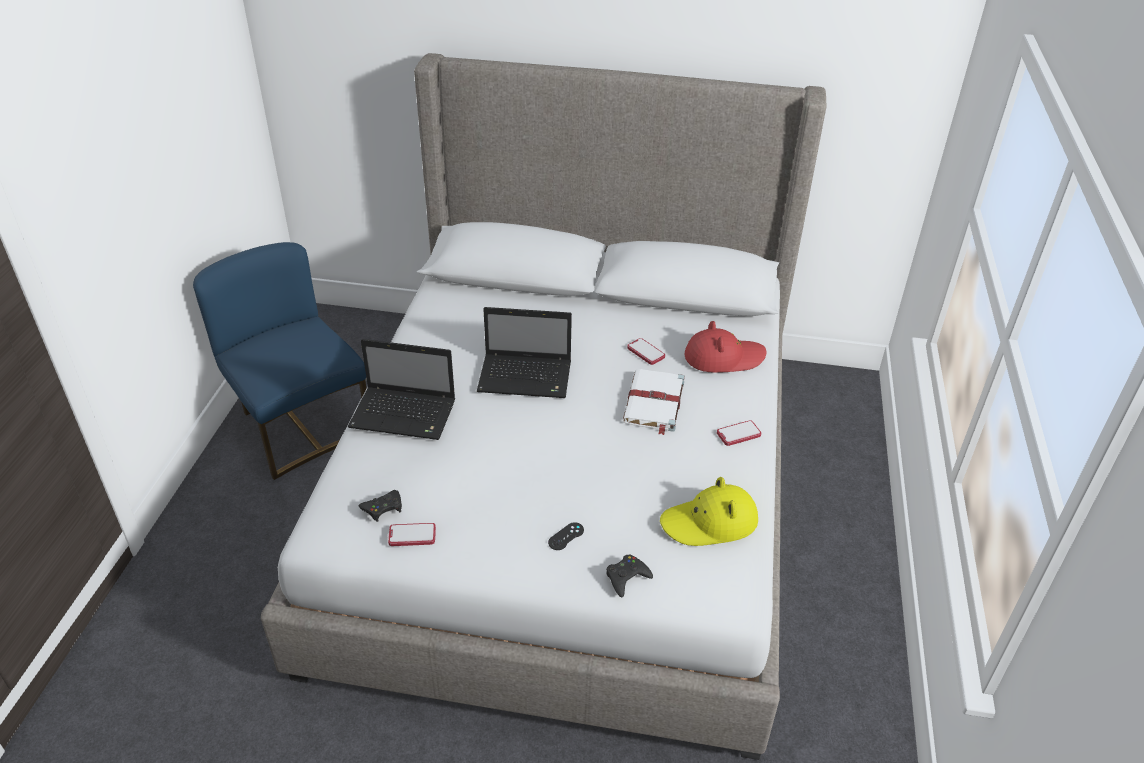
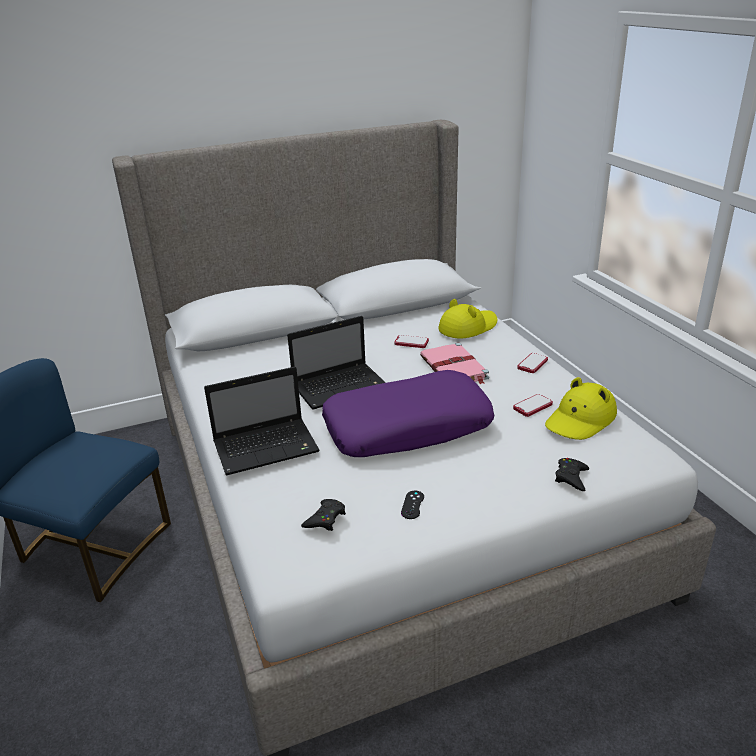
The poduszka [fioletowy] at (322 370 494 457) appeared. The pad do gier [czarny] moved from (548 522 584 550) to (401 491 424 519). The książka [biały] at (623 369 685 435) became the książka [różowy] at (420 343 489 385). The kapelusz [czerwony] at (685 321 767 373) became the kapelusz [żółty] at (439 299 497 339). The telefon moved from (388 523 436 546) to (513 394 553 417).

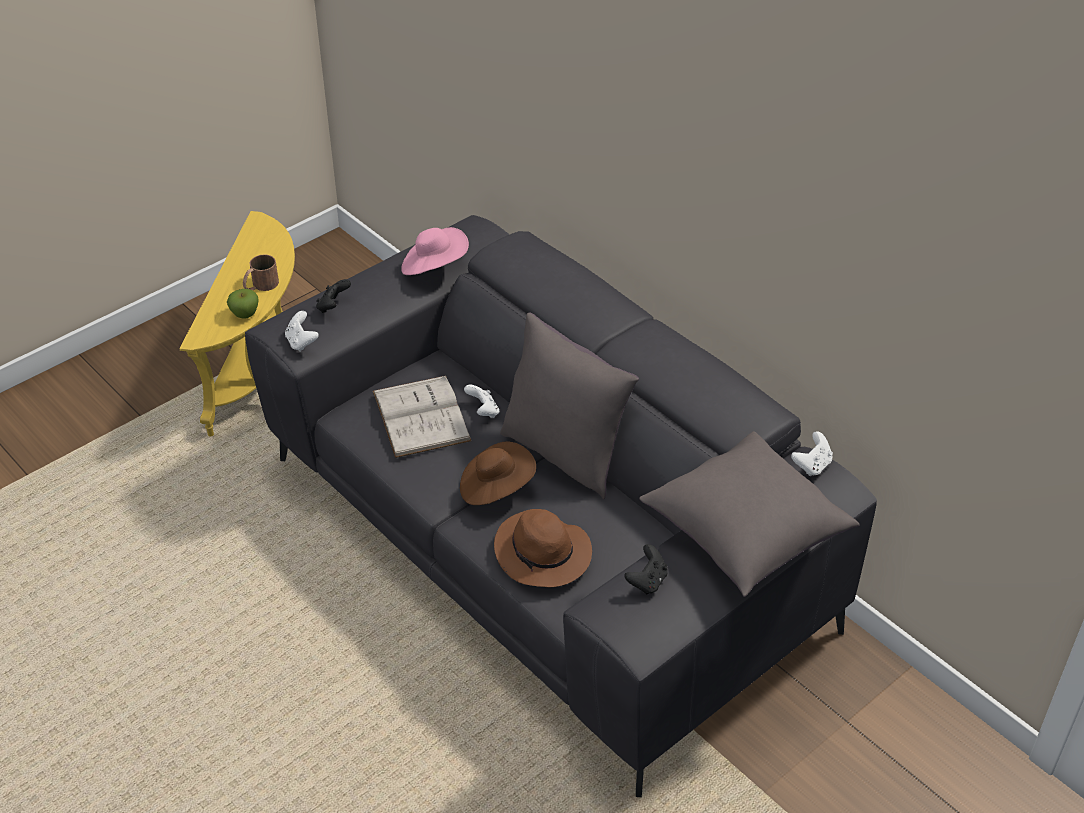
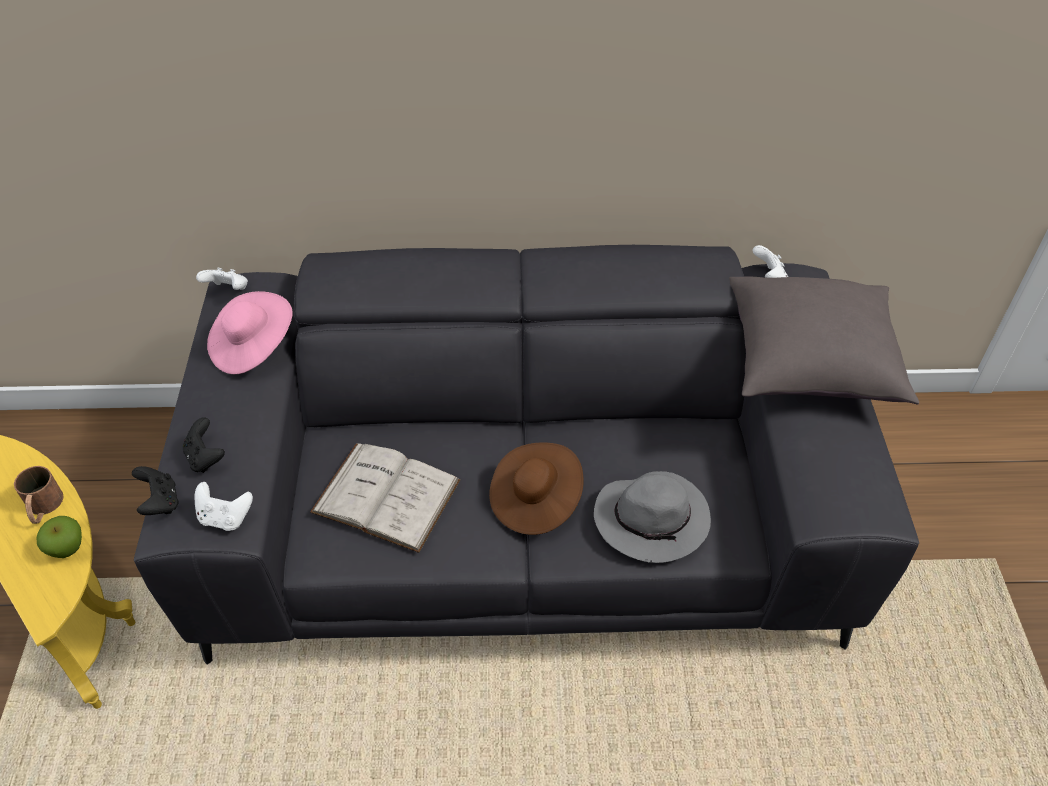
The pad do gier [czarny] moved from (624 544 667 595) to (132 466 179 515). The pad do gier [biały] moved from (464 385 499 418) to (196 267 248 290). The kapelusz [brązowy] at (494 509 592 587) became the kapelusz [szary] at (594 471 711 563). The poduszka [szary] at (500 312 639 499) disappeared.

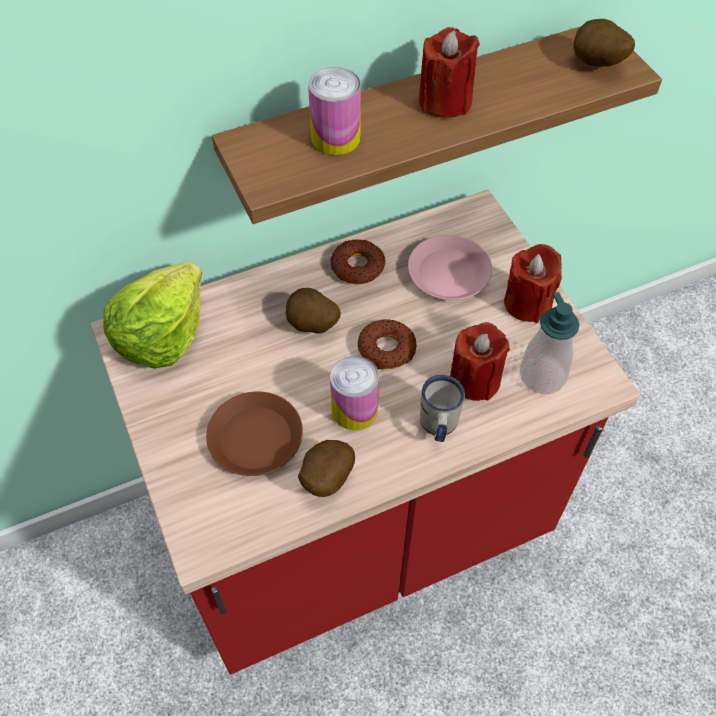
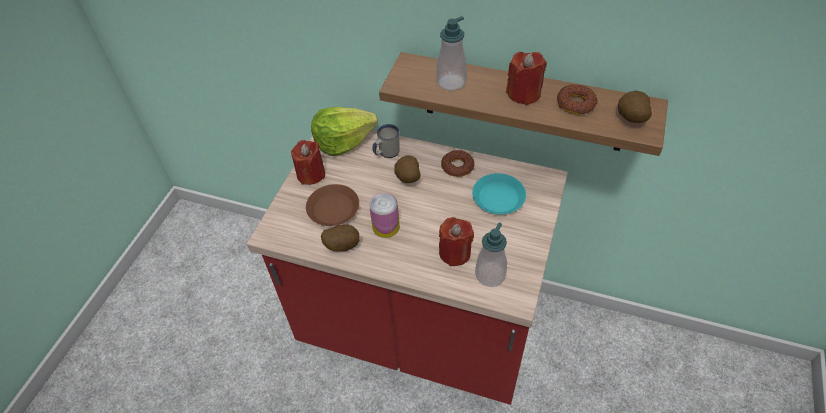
The świeca [czerwony] moved from (504 244 562 323) to (291 140 325 185). The kubek [biały] moved from (420 375 465 442) to (372 124 400 158). The puszka at (308 67 361 155) was replaced by the dozownik mydła at (436 16 467 91). The talerz [różowy] at (408 235 492 300) became the talerz [turkusowy] at (472 173 526 214). The donut moved from (358 319 417 369) to (557 84 598 115).

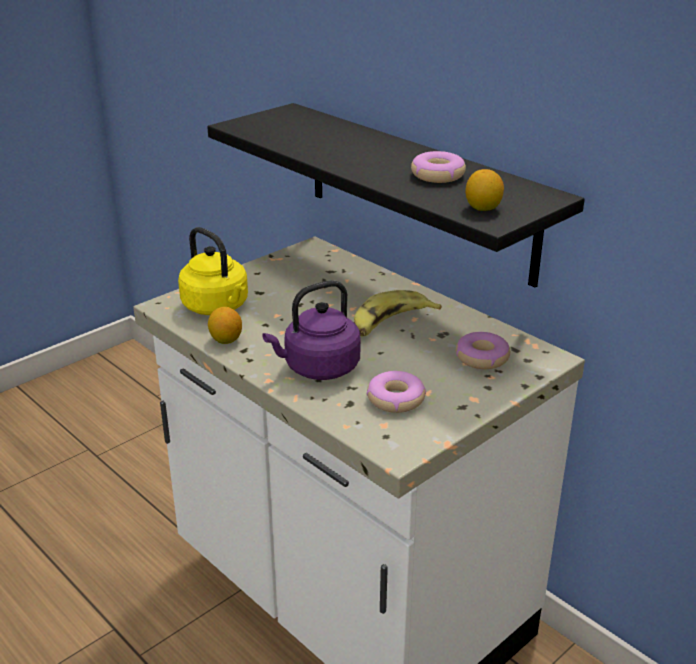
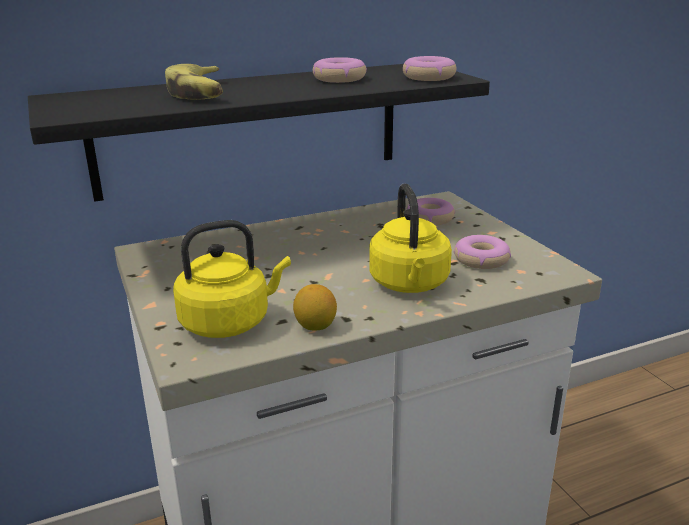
The banan moved from (354 290 442 336) to (165 64 223 100). The czajnik [fioletowy] at (262 280 360 380) became the czajnik [żółty] at (369 184 452 293). The cytryna at (466 169 504 211) was replaced by the donut at (403 56 457 81).

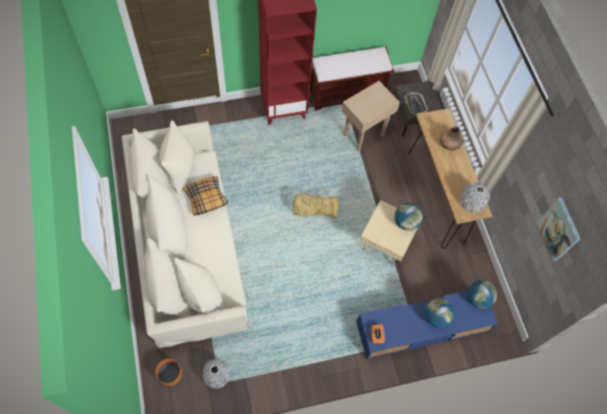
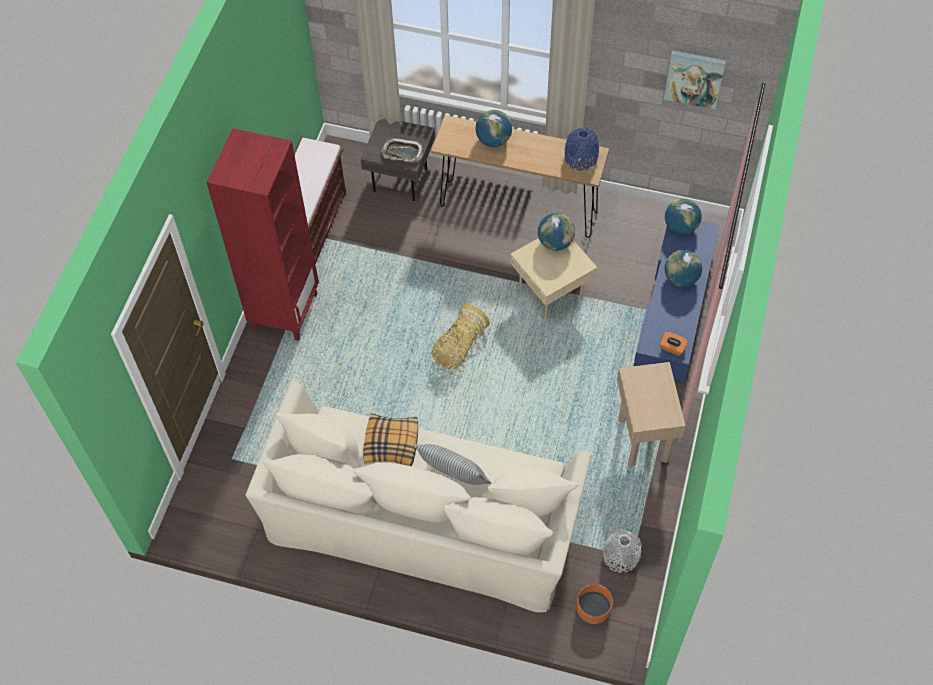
The poduszka at (413 444 491 485) appeared. The wazon [brązowy] at (440 126 464 150) was replaced by the globus at (475 110 512 147). The wazon [szary] at (460 182 490 213) became the wazon [niebieski] at (565 128 599 170). The stolik [beżowy] moved from (342 81 400 152) to (617 362 685 467).

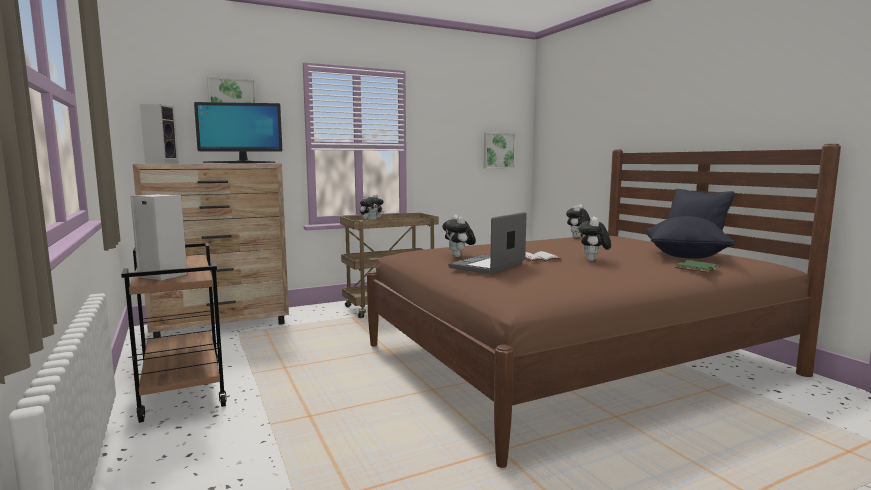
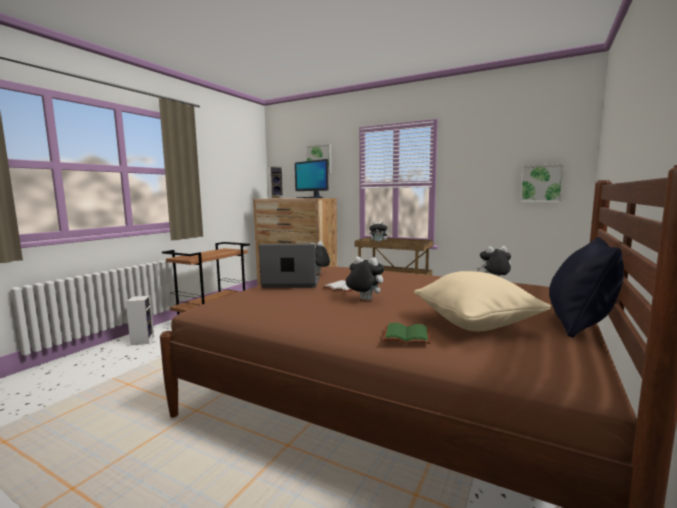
The głośnik moved from (130 194 187 280) to (126 295 154 346). The pluszak at (579 217 611 261) turned 45 degrees clockwise. The poduszka [czarny] at (646 216 735 259) became the poduszka [beżowy] at (414 271 551 331).

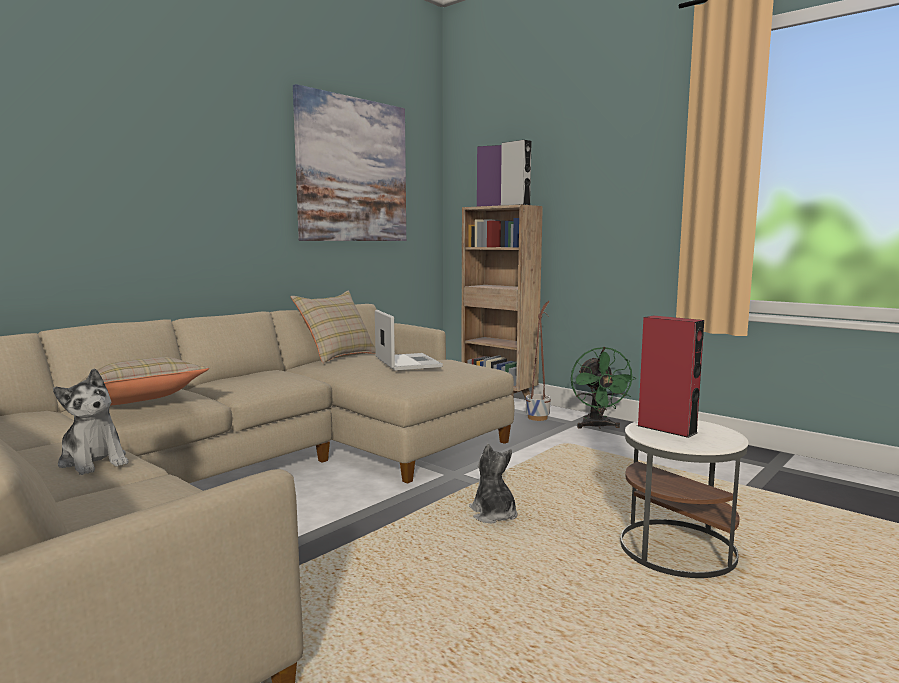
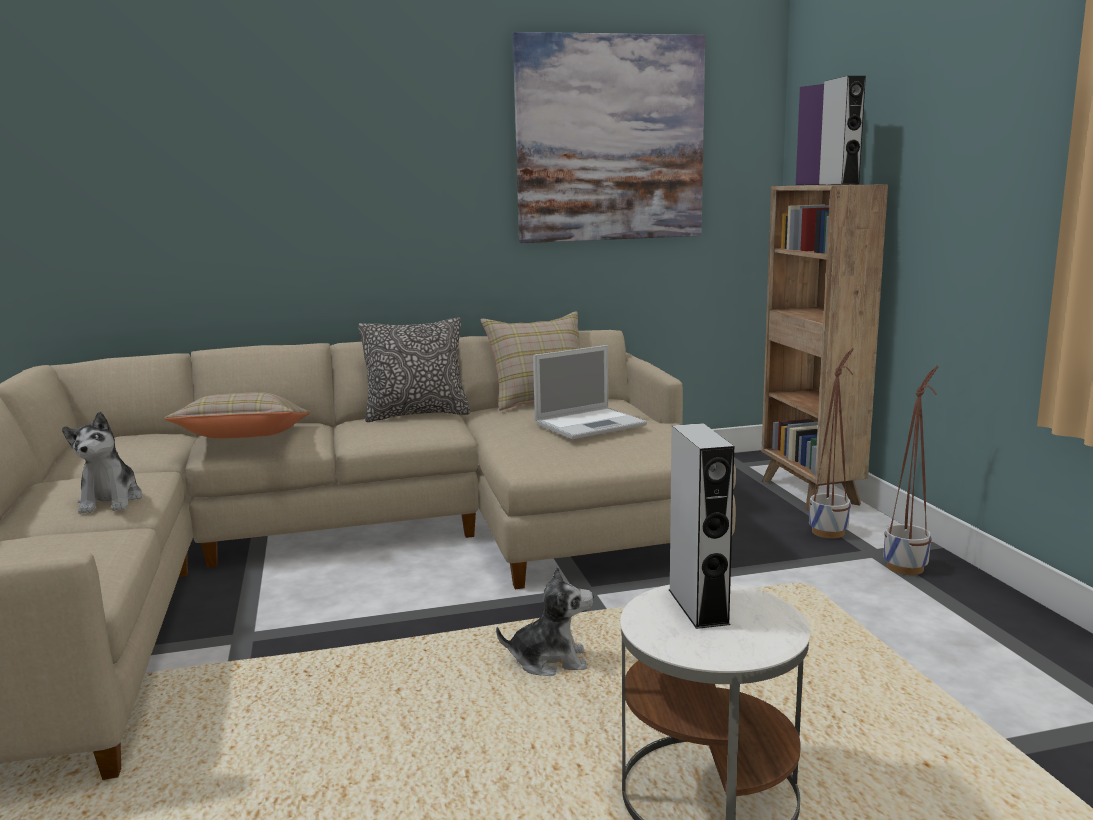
The poduszka at (358 317 470 422) appeared. The pluszak at (469 444 518 523) turned 75 degrees clockwise. The laptop at (375 310 443 371) turned 45 degrees clockwise. The głośnik [czerwony] at (637 315 704 438) became the głośnik [szary] at (669 423 734 629). The wentylator [zielony] at (571 347 636 429) was replaced by the donica at (883 365 938 575).

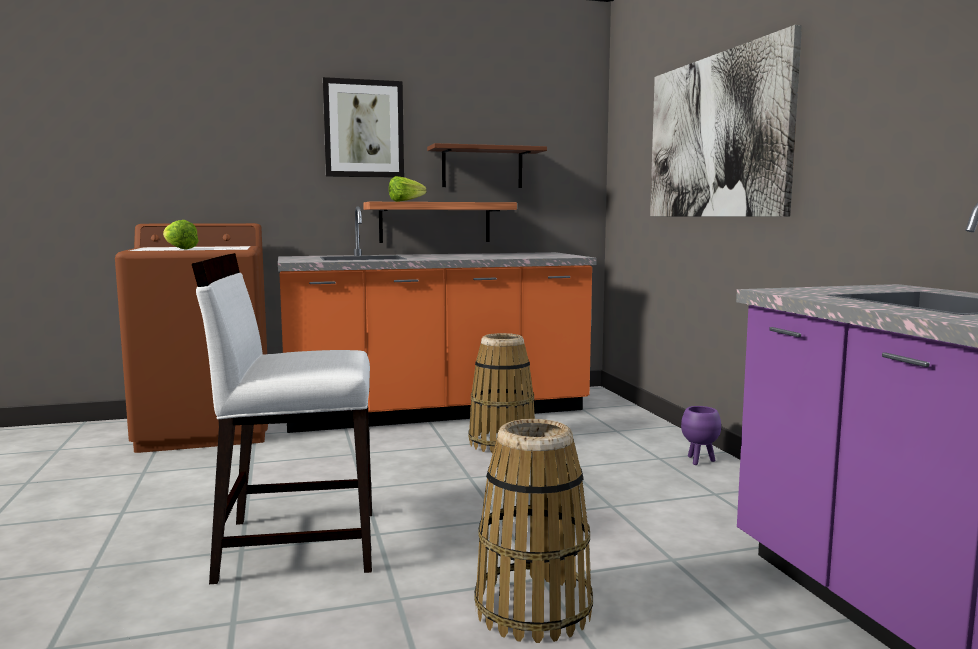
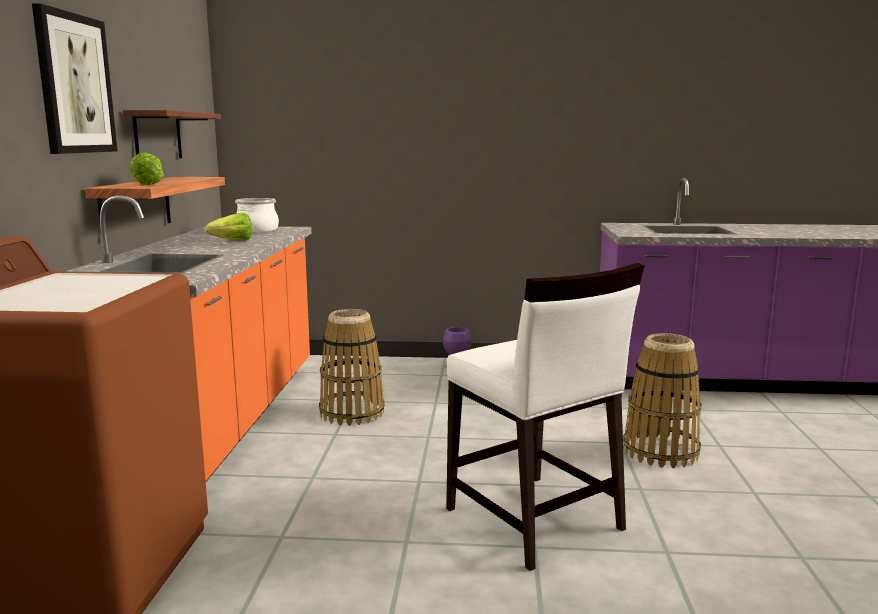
The sałata moved from (163 220 199 249) to (205 213 252 241). The garnek at (235 198 279 232) appeared. The krzesło [biały] at (192 253 372 584) turned 45 degrees counterclockwise. The obraz at (650 25 802 216) disappeared.

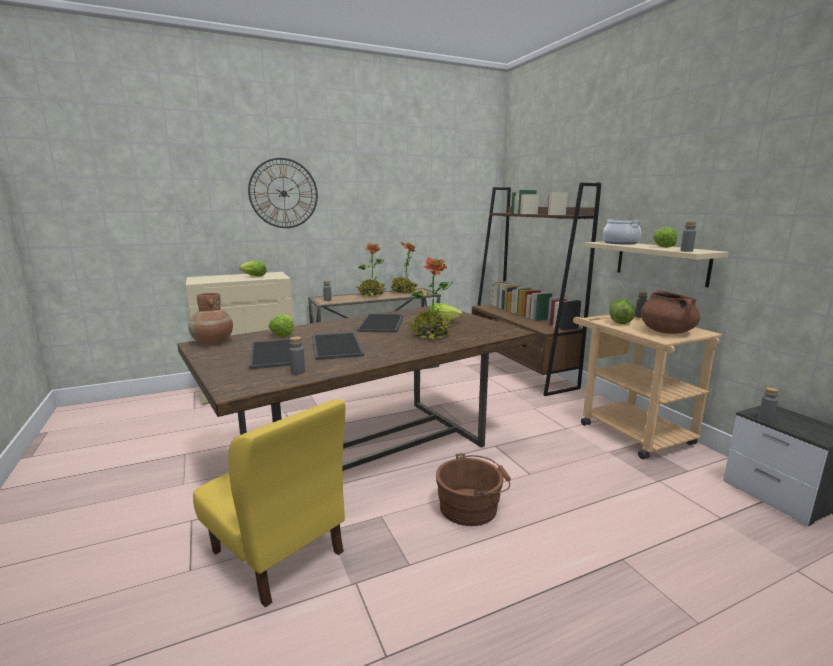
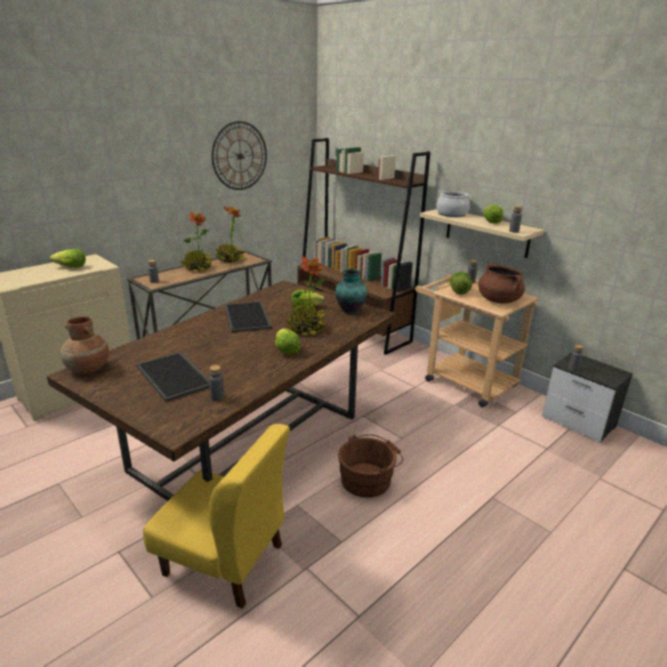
The zegar ścienny moved from (248 158 318 228) to (212 121 267 190). The sałata moved from (269 314 294 337) to (275 328 301 355). The wazon at (335 269 367 314) appeared. The taca at (312 332 364 360) disappeared.

